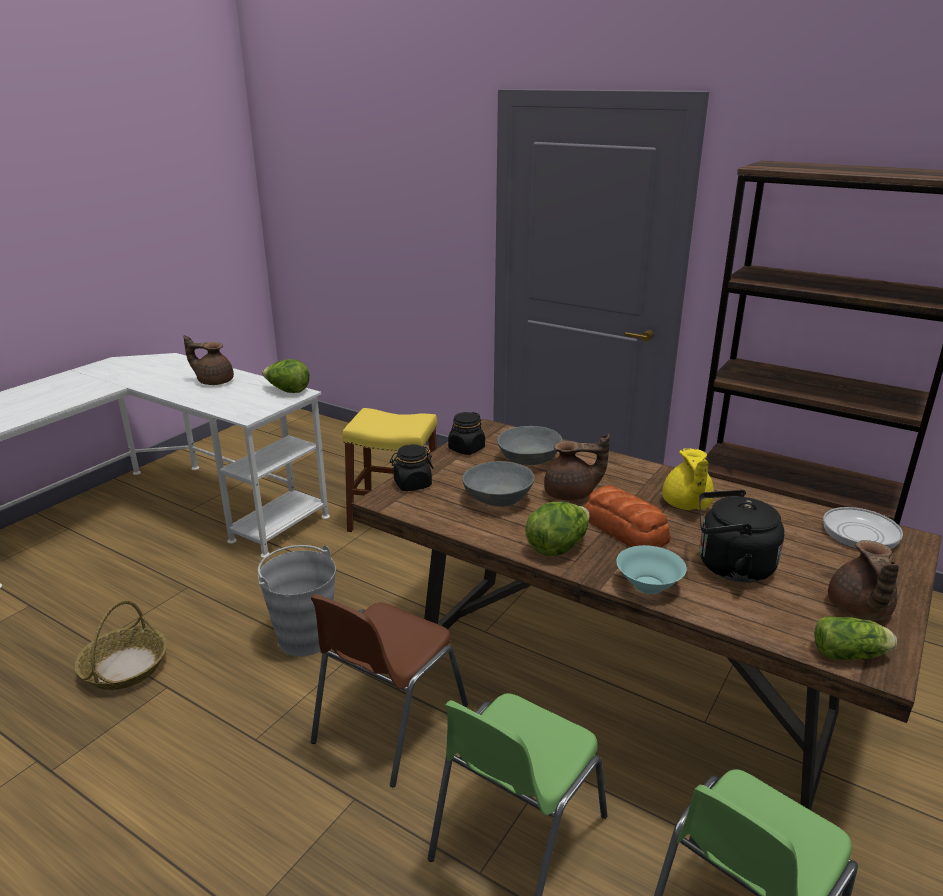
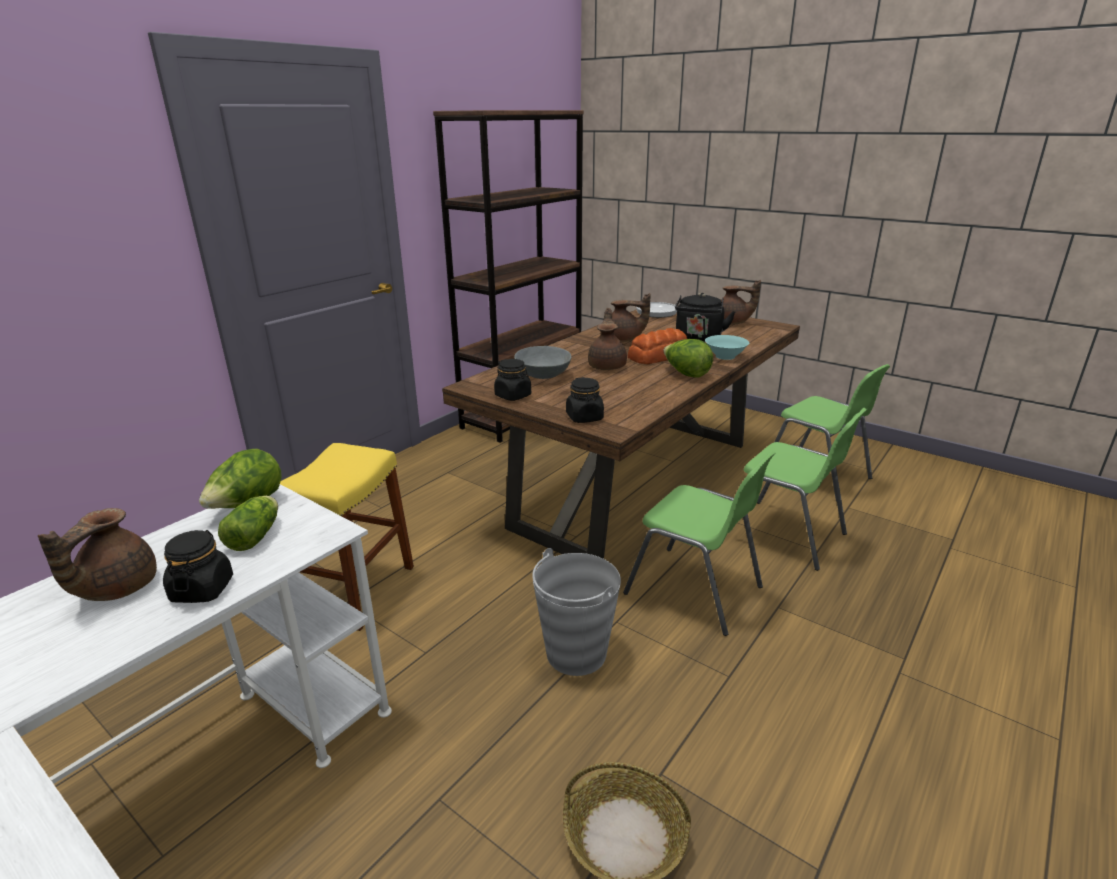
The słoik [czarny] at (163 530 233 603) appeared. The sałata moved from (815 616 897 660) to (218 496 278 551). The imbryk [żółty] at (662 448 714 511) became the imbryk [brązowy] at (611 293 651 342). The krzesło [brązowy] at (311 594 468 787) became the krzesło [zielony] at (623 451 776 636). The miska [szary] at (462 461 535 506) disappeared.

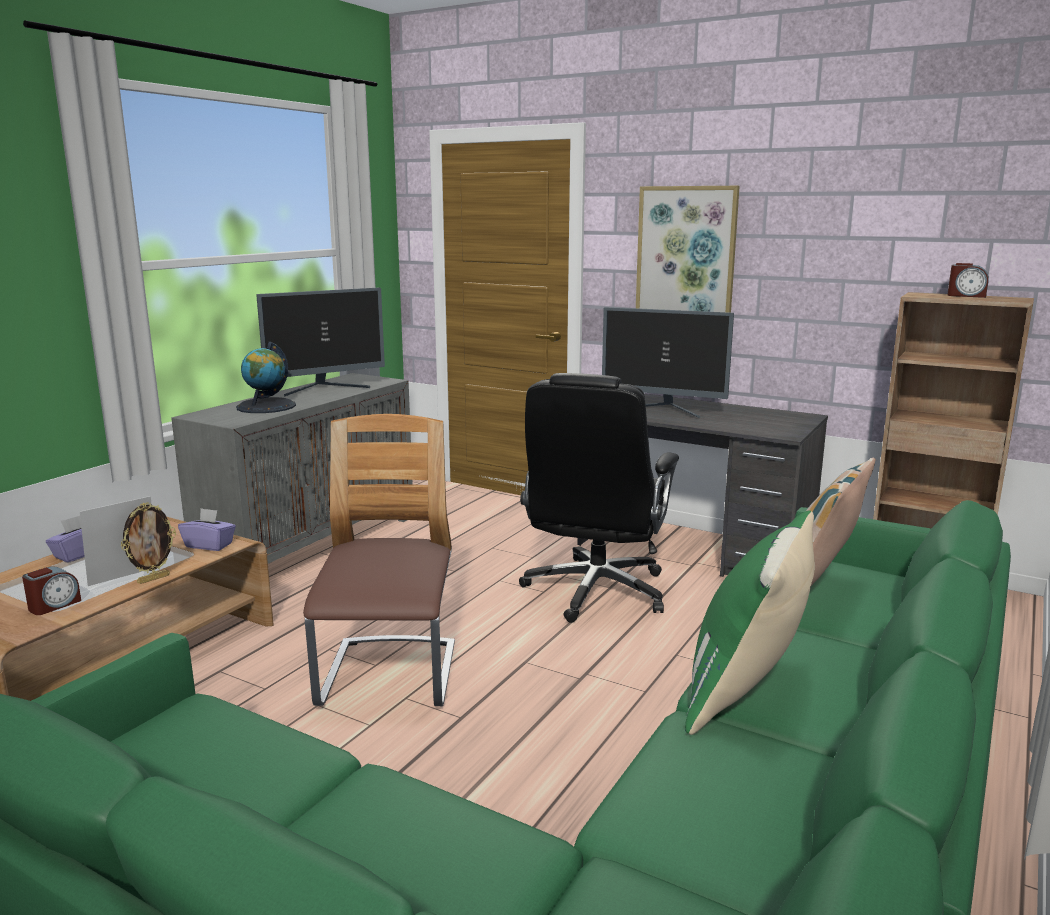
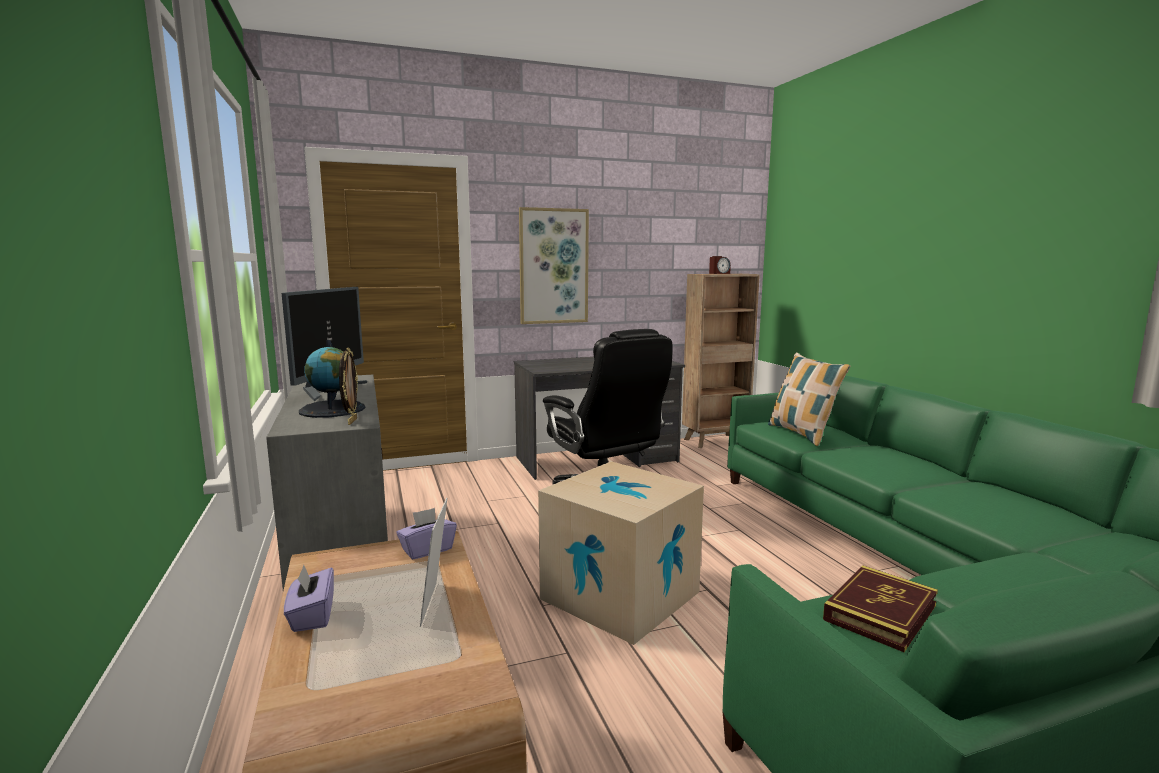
The ramka na zdjęcie moved from (121 502 176 584) to (339 348 358 425). The krzesło at (303 414 455 706) was replaced by the karton at (538 461 704 645). The książka at (823 565 938 652) appeared. The budzik at (22 566 81 615) disappeared. The monitor at (602 307 734 418) disappeared. The poduszka [zielony] at (685 510 815 735) disappeared.

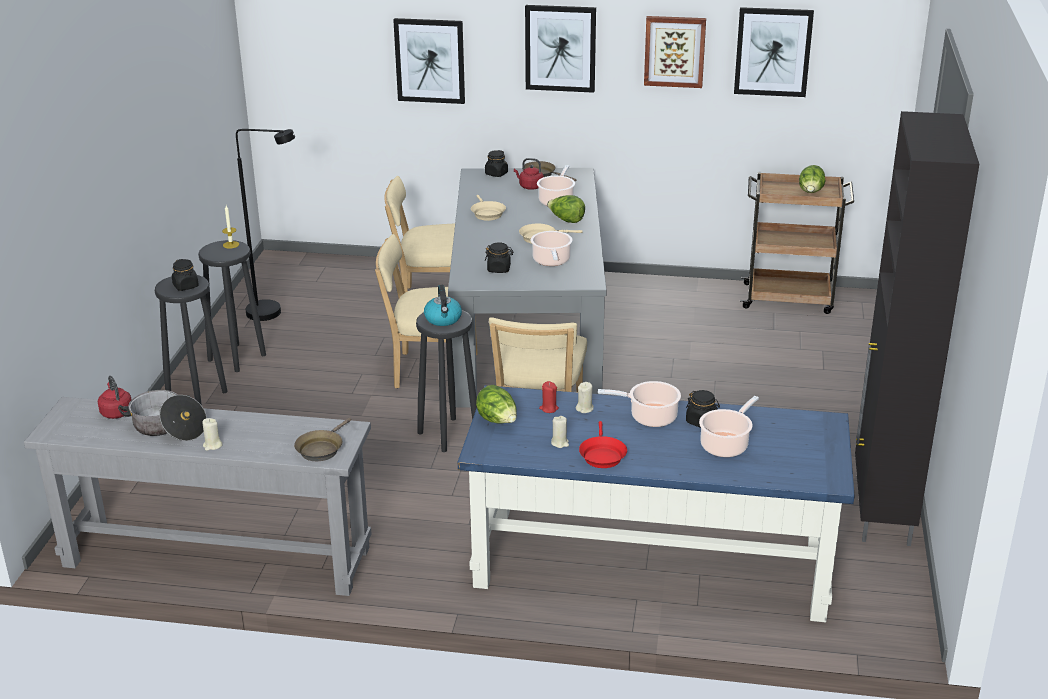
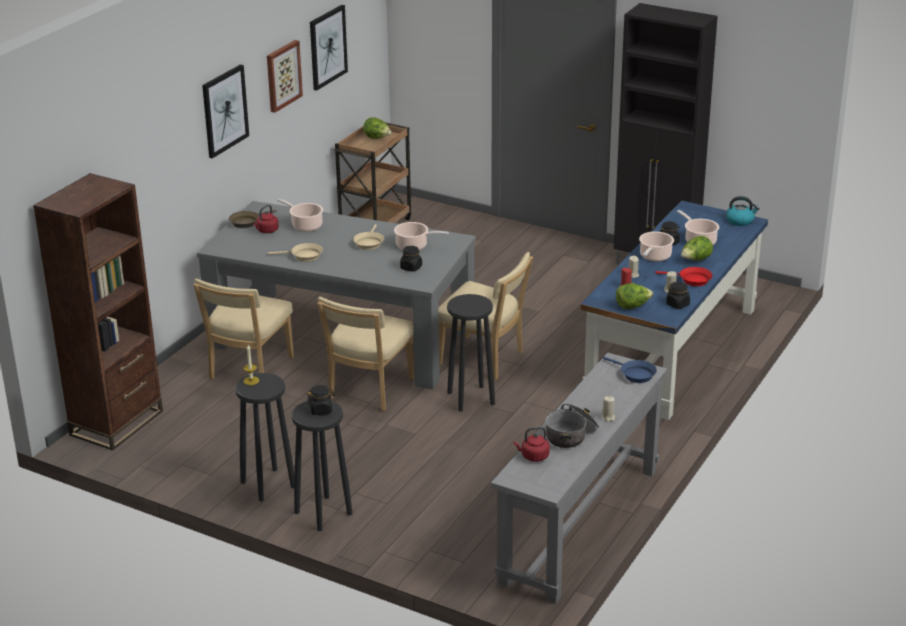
The regał [brązowy] at (33 173 163 451) appeared. The patelnia [brązowy] at (294 418 351 461) became the patelnia [niebieski] at (603 357 657 383). The słoik [czarny] moved from (485 150 508 177) to (666 282 690 309). The sałata moved from (547 195 585 223) to (681 236 713 261). The czajnik moved from (424 285 462 326) to (726 196 760 226). The lampa stojąca [czarny] at (236 129 295 321) disappeared. The obraz at (393 18 465 104) disappeared.

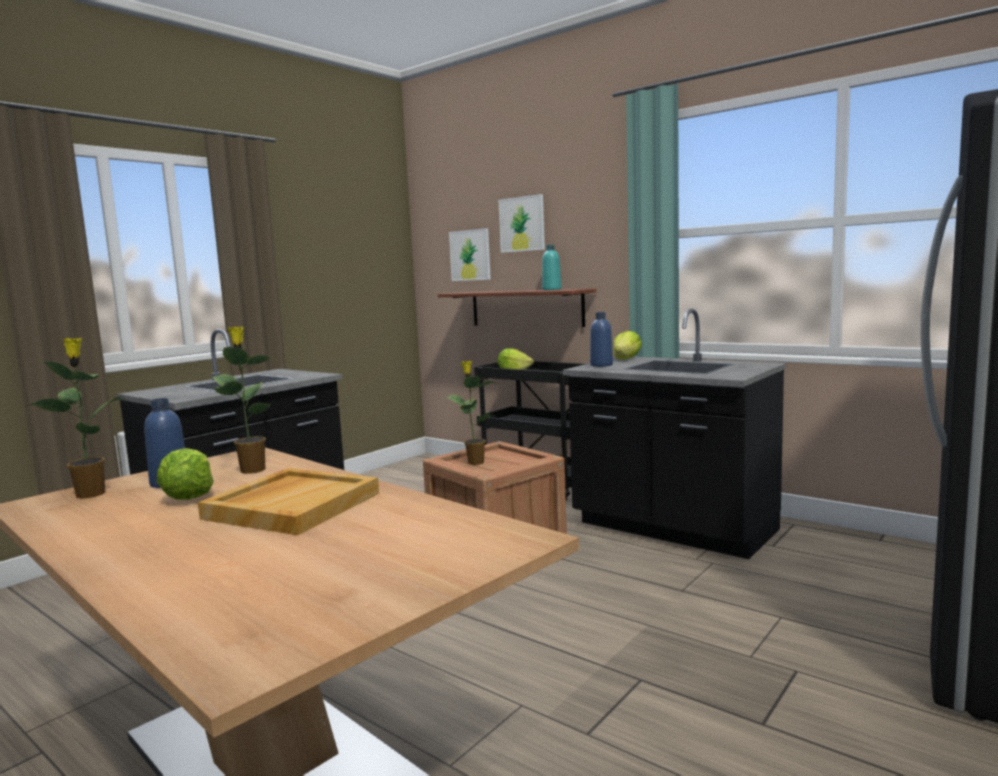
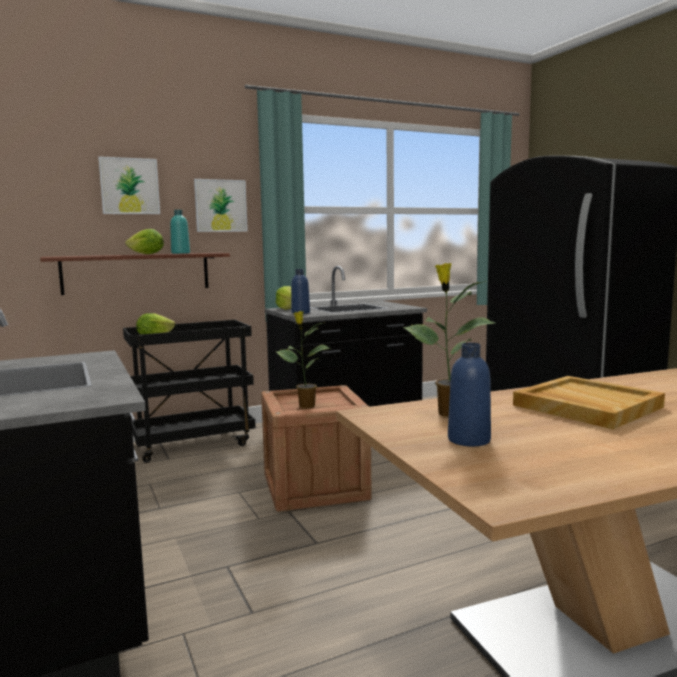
The sałata moved from (157 448 214 500) to (125 229 164 254). The obraz moved from (449 228 491 281) to (194 179 248 232). The roślina doniczkowa at (25 338 124 499) disappeared.

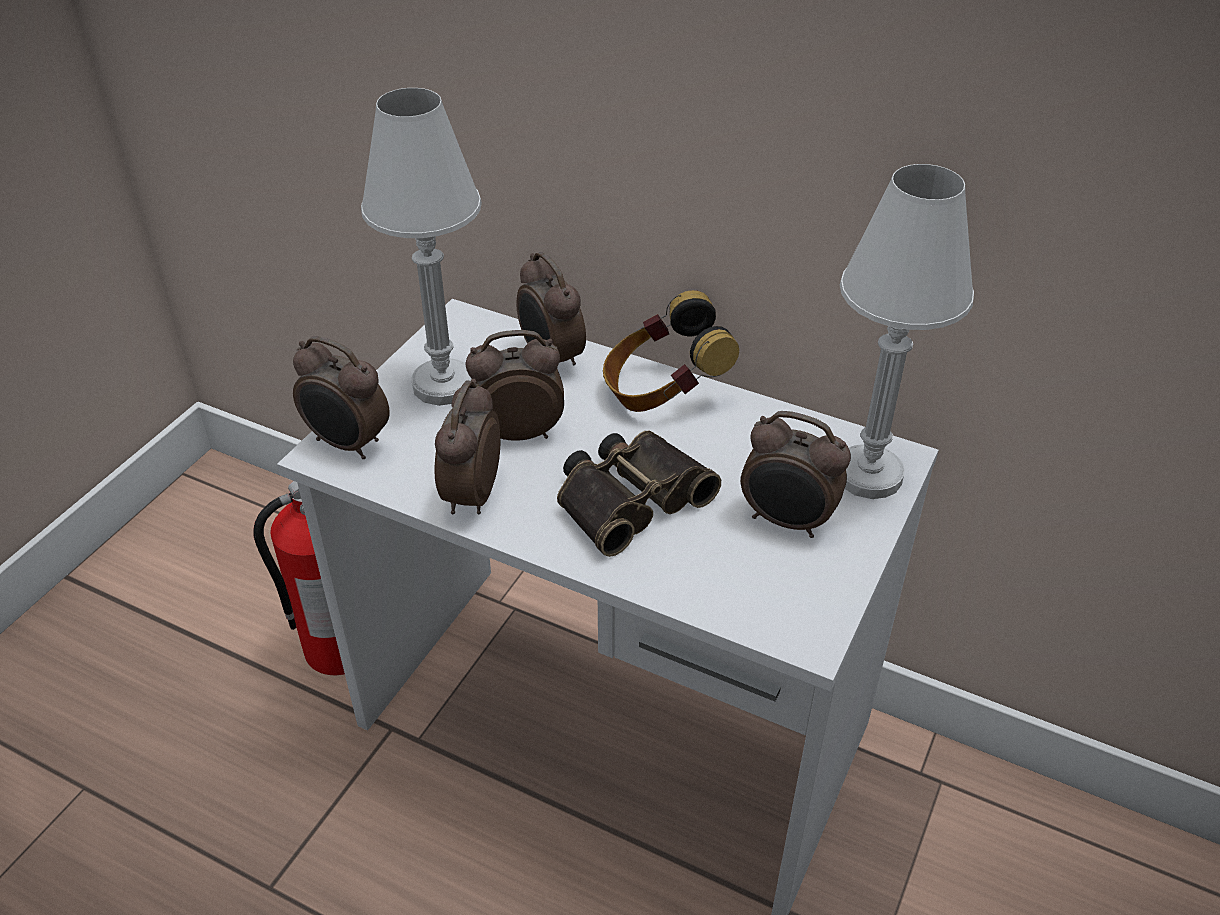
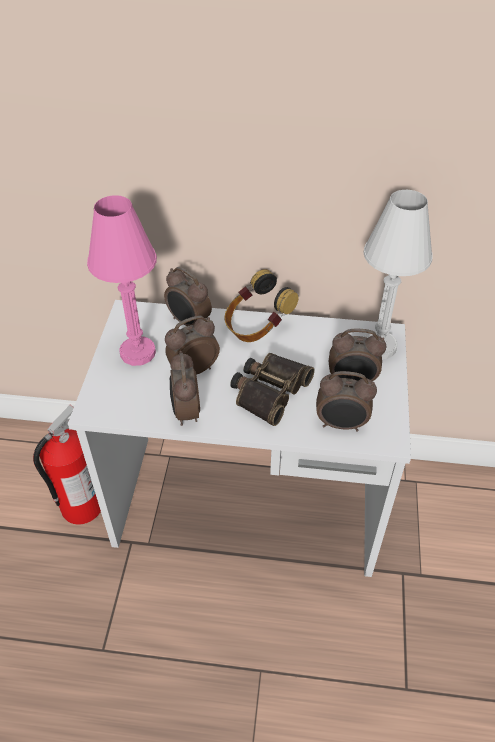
The lampa stołowa [biały] at (361 88 482 406) became the lampa stołowa [różowy] at (87 195 157 366). The budzik moved from (293 336 390 459) to (316 371 377 432).

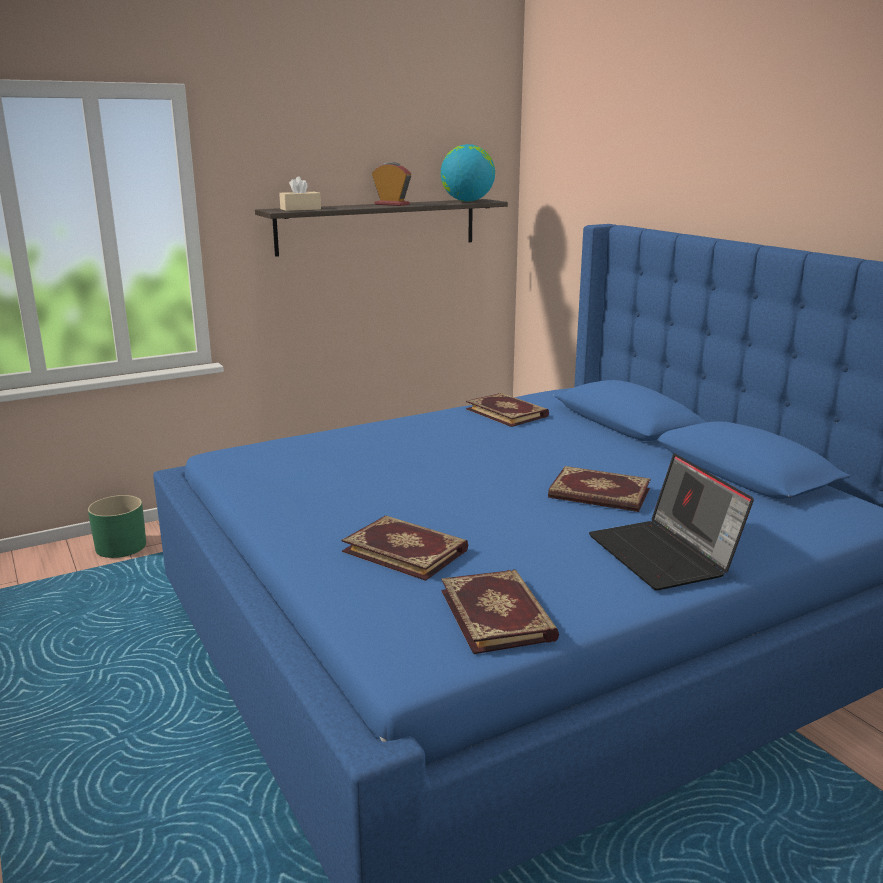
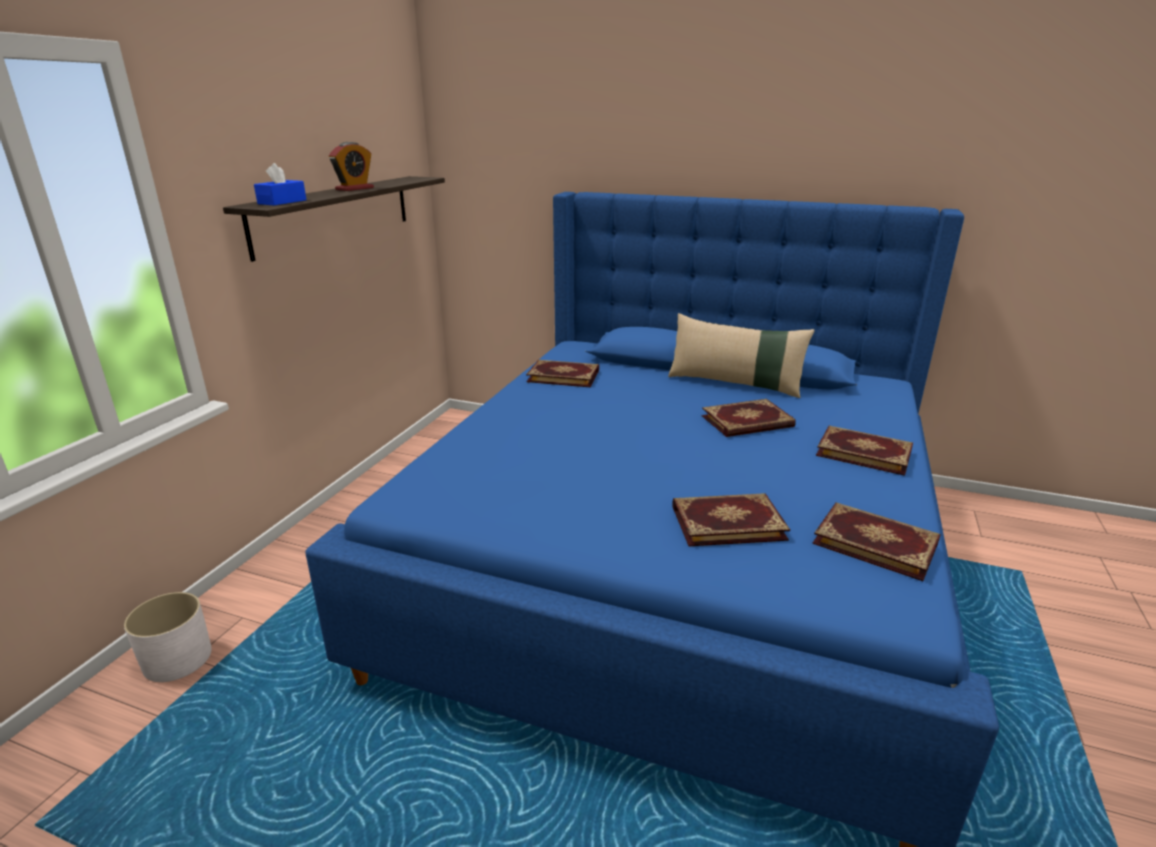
The donica [zielony] at (88 495 146 558) became the donica [biały] at (124 592 212 682). The pudełko chusteczek [beżowy] at (279 176 321 211) became the pudełko chusteczek [niebieski] at (254 163 306 206). The budzik at (372 162 411 206) turned 135 degrees clockwise. The poduszka [beżowy] at (668 313 815 398) appeared. The laptop at (589 453 754 590) was replaced by the książka at (816 426 913 476). The globus at (440 144 495 202) disappeared.

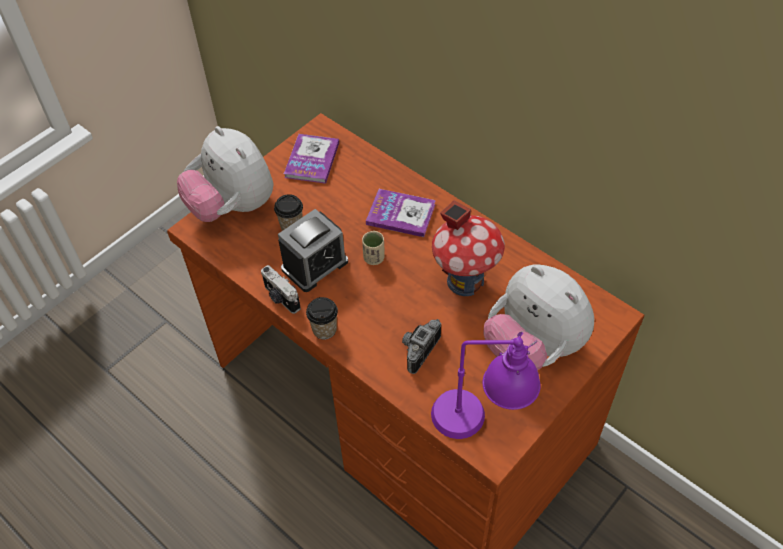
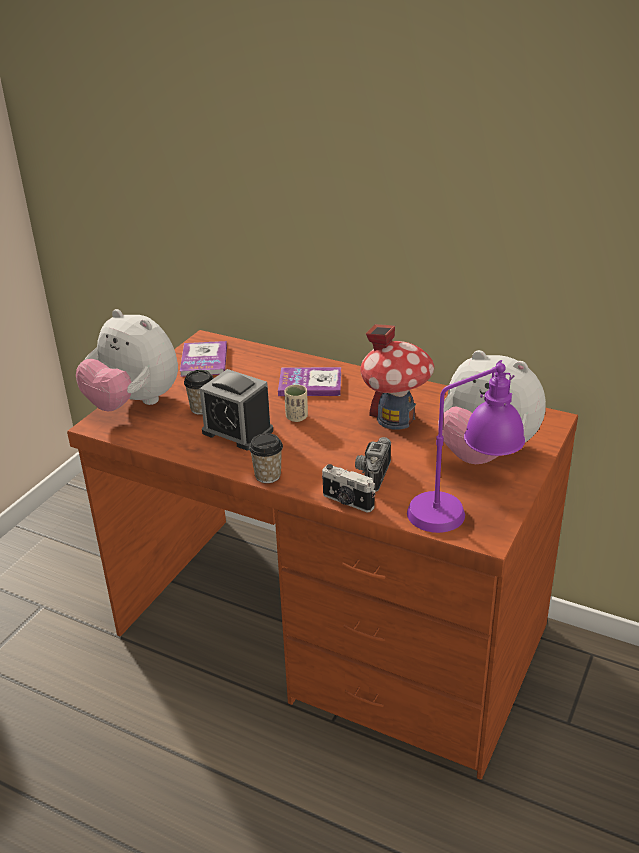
The budzik at (278 209 348 292) turned 90 degrees clockwise. The aparat fotograficzny moved from (261 265 301 314) to (322 464 376 512).

